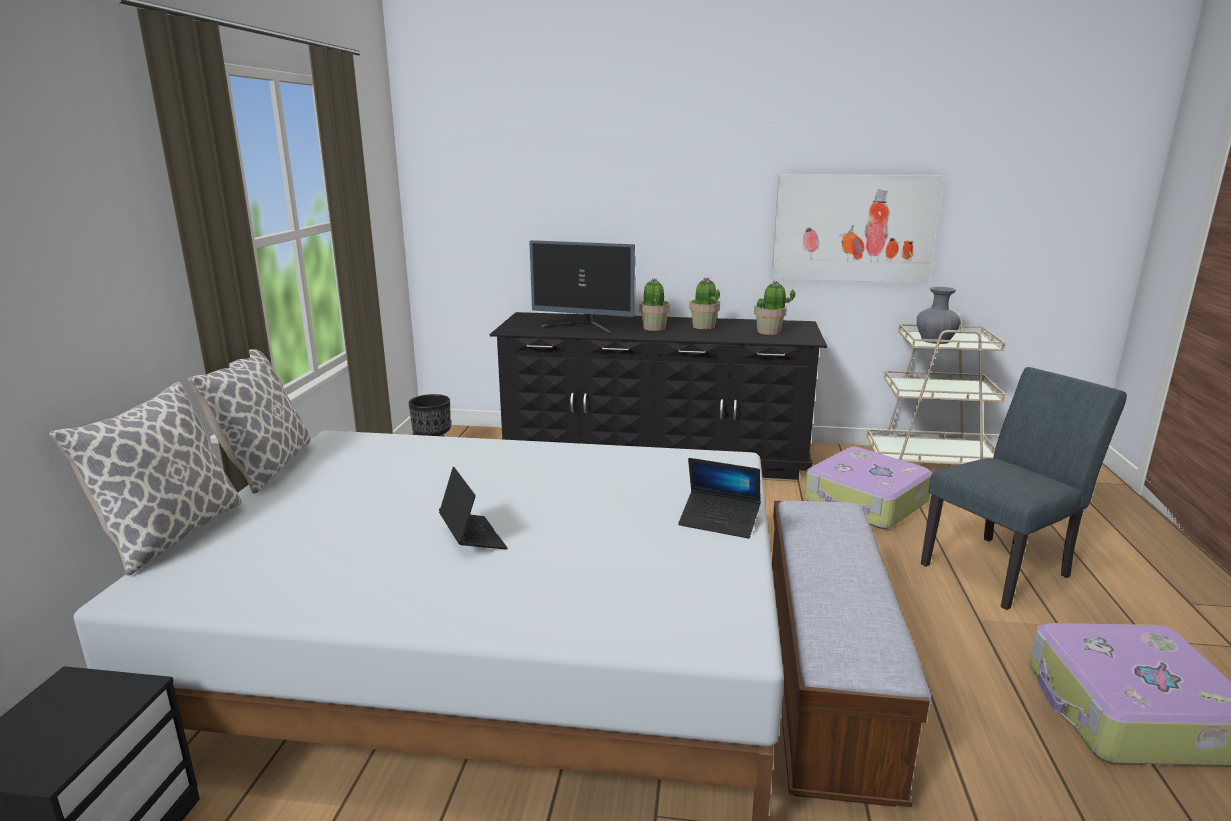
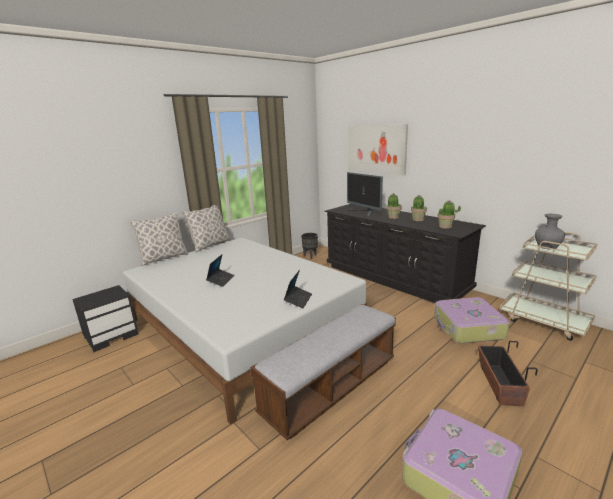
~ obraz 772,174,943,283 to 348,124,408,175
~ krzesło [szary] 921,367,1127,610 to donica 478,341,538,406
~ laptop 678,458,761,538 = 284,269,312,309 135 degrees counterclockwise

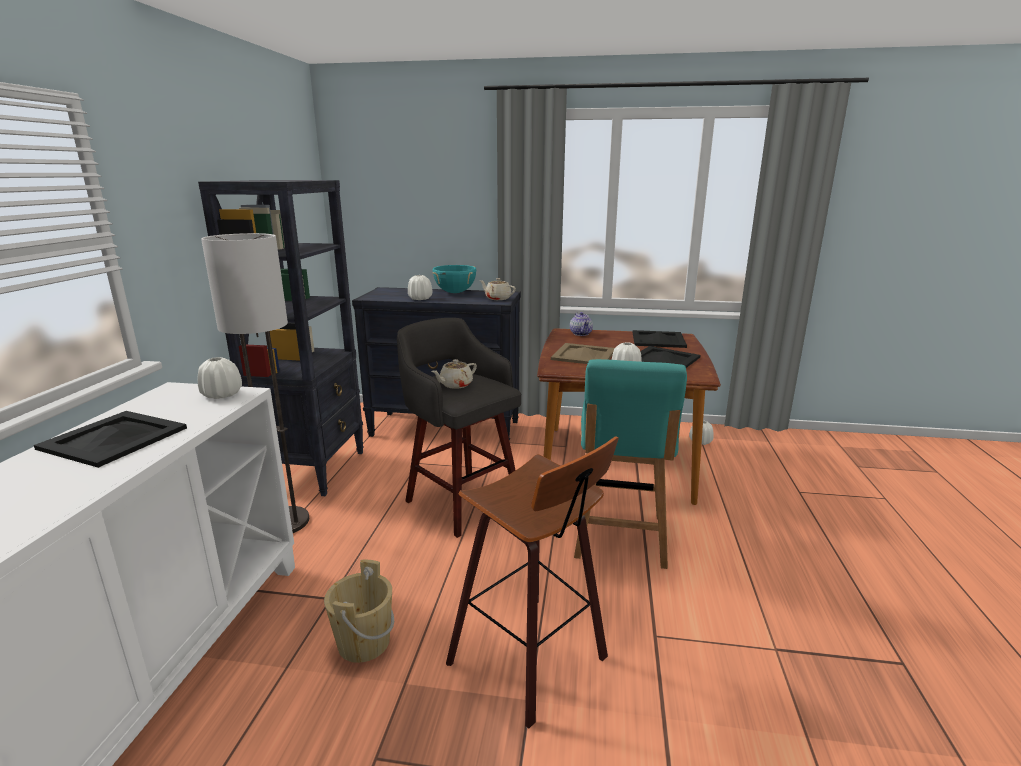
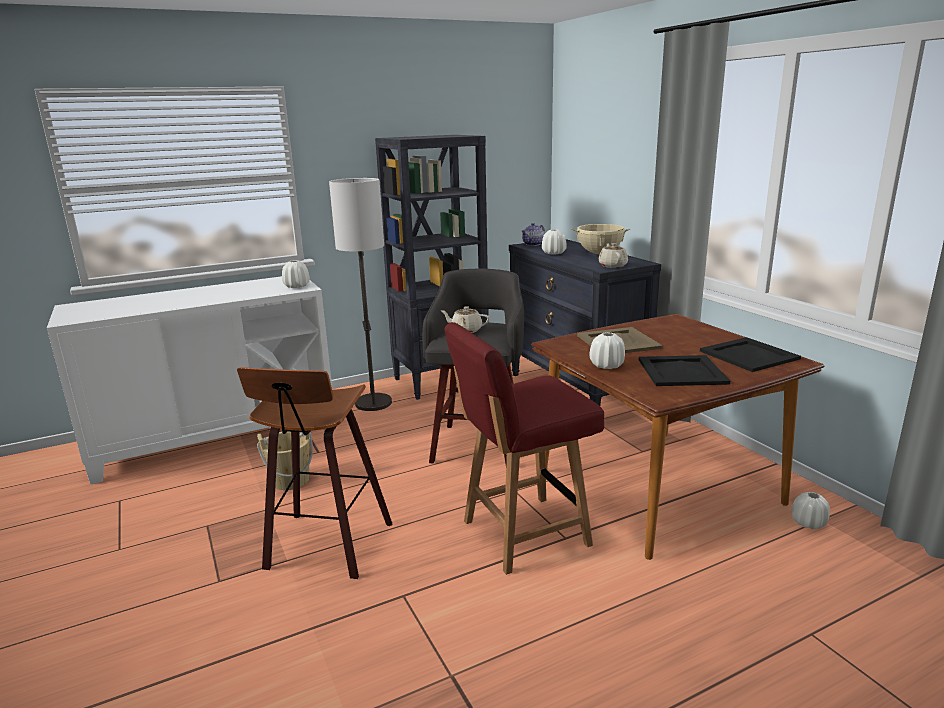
- taca [czarny] 34,411,187,468
~ imbryk 570,312,593,336 to 521,223,545,246
~ garnek [turkusowy] 433,265,476,293 to garnek [beżowy] 571,224,630,254
~ krzesło [turkusowy] 574,359,687,569 to krzesło [czerwony] 444,322,604,575

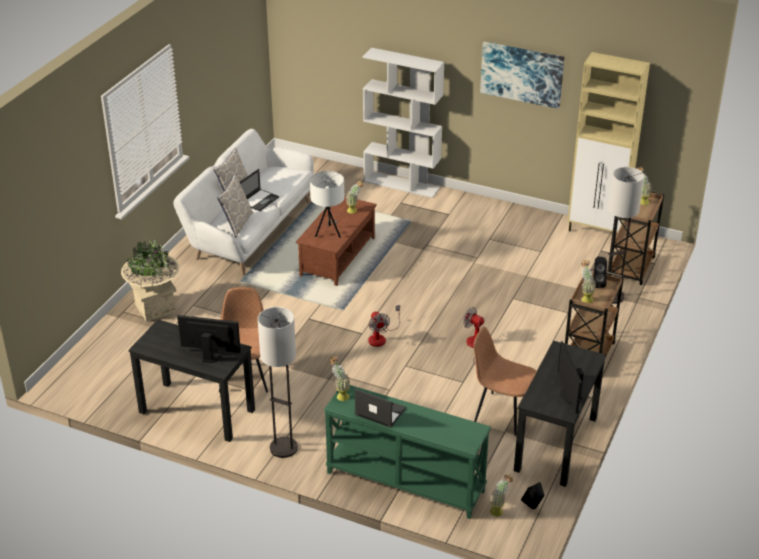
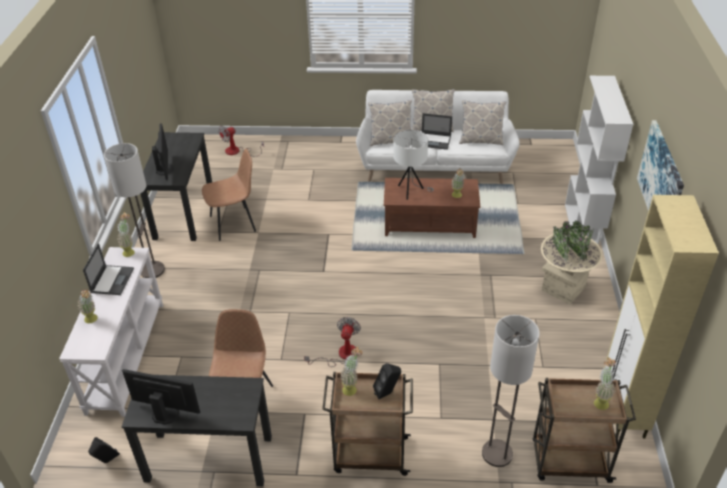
+ poduszka 459,100,506,145
~ donica [beżowy] 121,240,179,322 to 541,220,603,305
~ wentylator 368,305,400,347 to 218,125,264,156
~ roślina doniczkowa 490,474,513,516 to 77,289,98,323
~ stolik konsolowy [zielony] 324,385,491,519 to stolik konsolowy [biały] 59,247,163,417
~ monitor 557,341,584,414 = 122,369,200,425 45 degrees clockwise

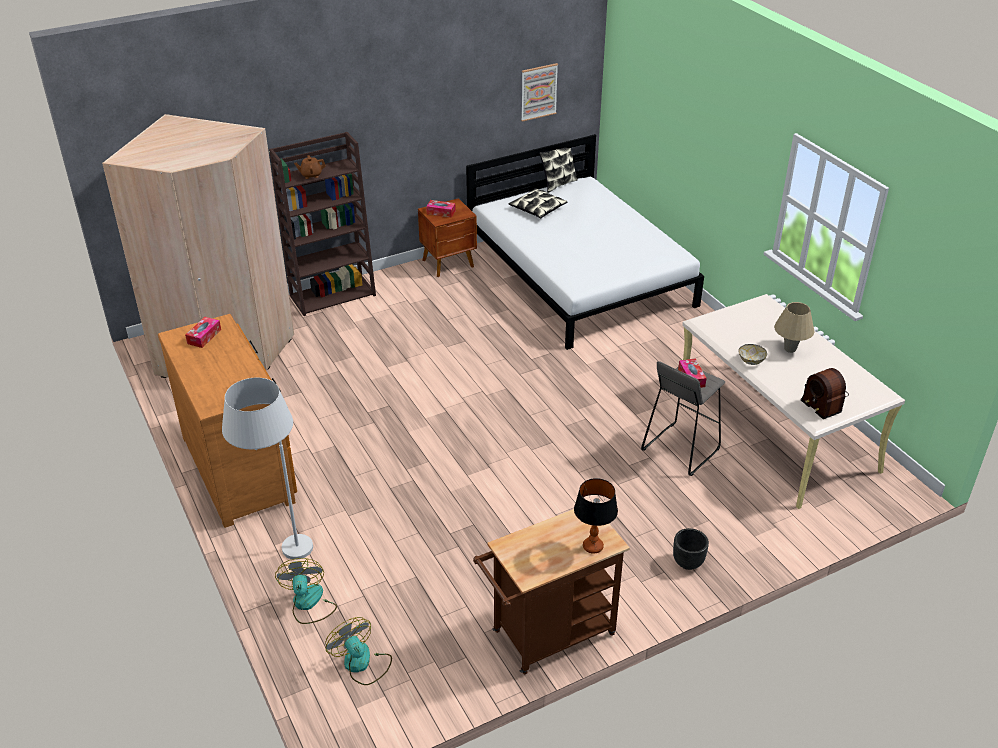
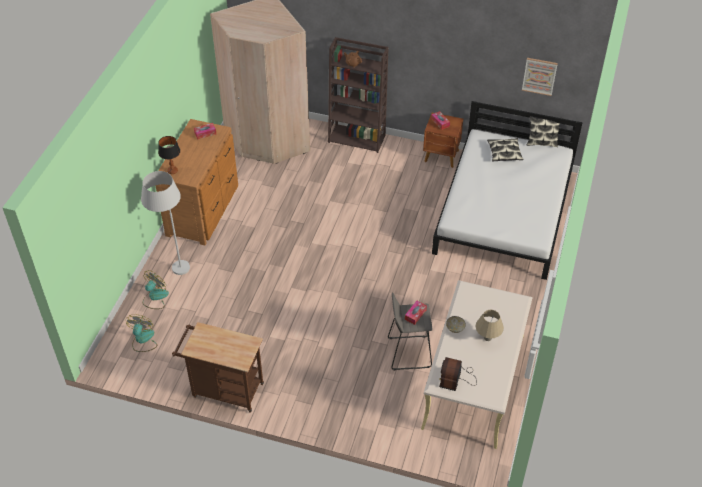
- donica [czarny] 673,528,709,570
~ lampa stołowa 574,478,618,554 to 158,136,180,174

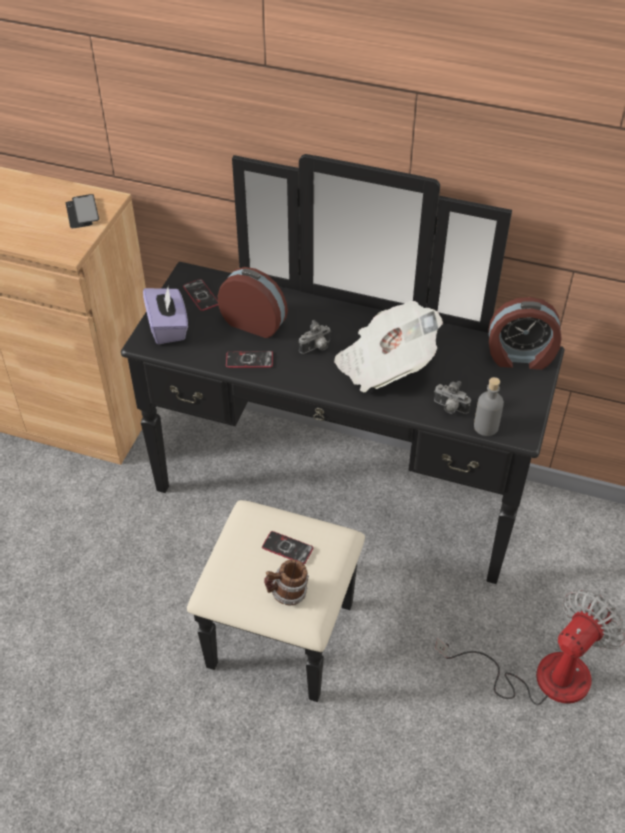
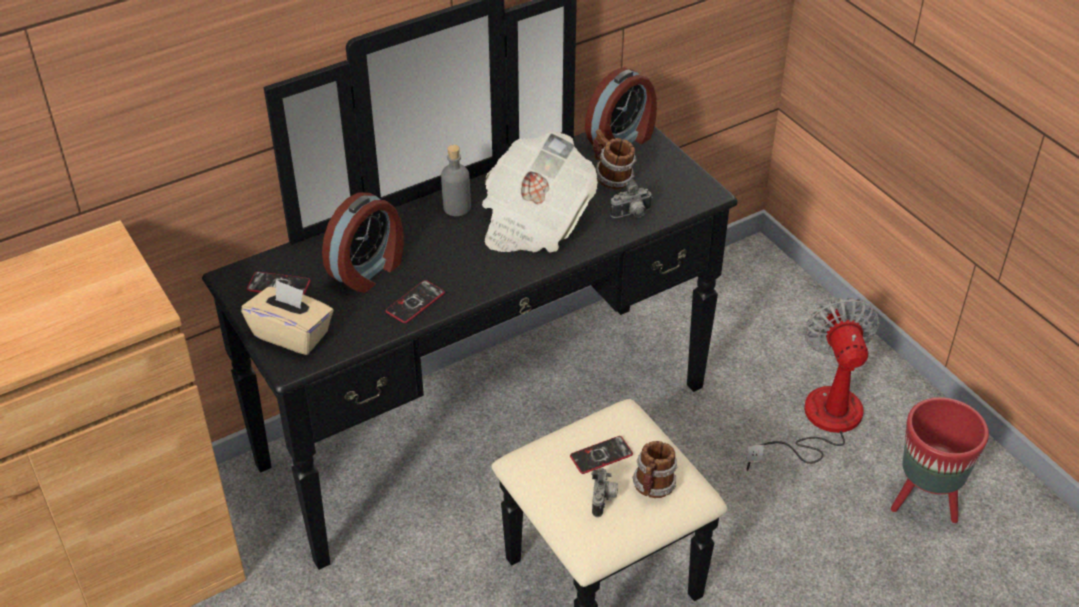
- telefon 66,194,99,228
+ kubek 593,129,637,189
+ donica [czerwony] 891,397,989,523
~ aparat fotograficzny 299,320,331,354 to 592,467,618,517
~ butelka [szary] 474,377,504,436 to 441,145,471,216
~ pudełko chusteczek [fioletowy] 143,284,188,344 to pudełko chusteczek [beżowy] 241,280,333,355
~ budzik 218,267,288,338 = 322,192,404,293 150 degrees clockwise

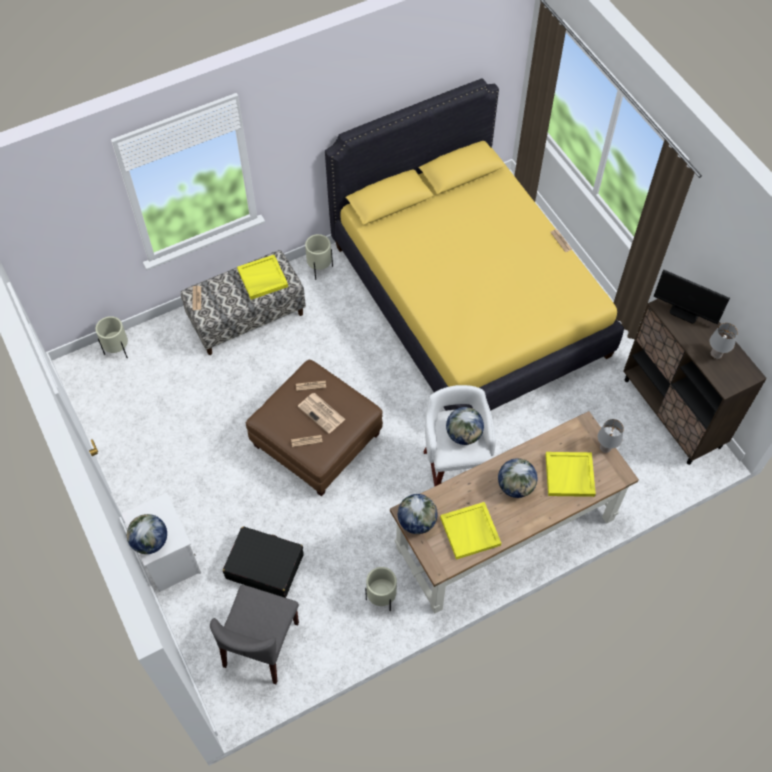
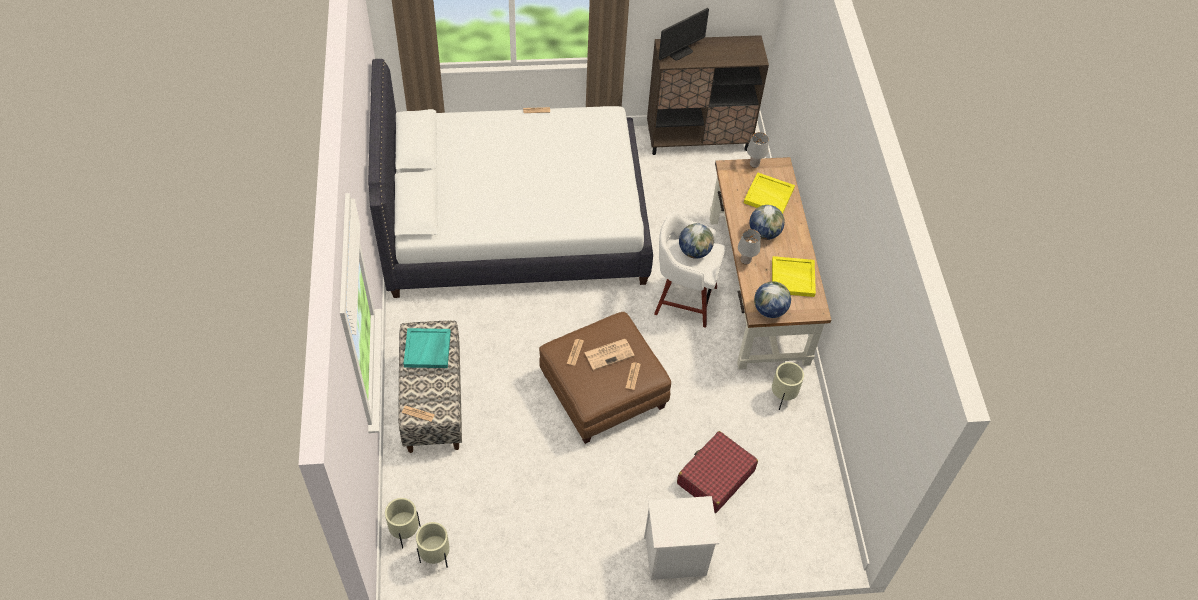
- globus 127,514,167,554
- krzesło [szary] 210,585,299,684
~ donica [beżowy] 305,234,333,280 to 416,522,450,567
~ lampa stołowa [szary] 710,323,738,359 to 738,229,761,265
~ walizka [czarny] 223,527,304,598 to walizka [czerwony] 677,431,758,513
~ taca [żółty] 237,255,288,300 to taca [turkusowy] 403,328,451,368
~ łóżko [żółty] 325,78,624,411 to łóżko [biały] 368,59,653,298

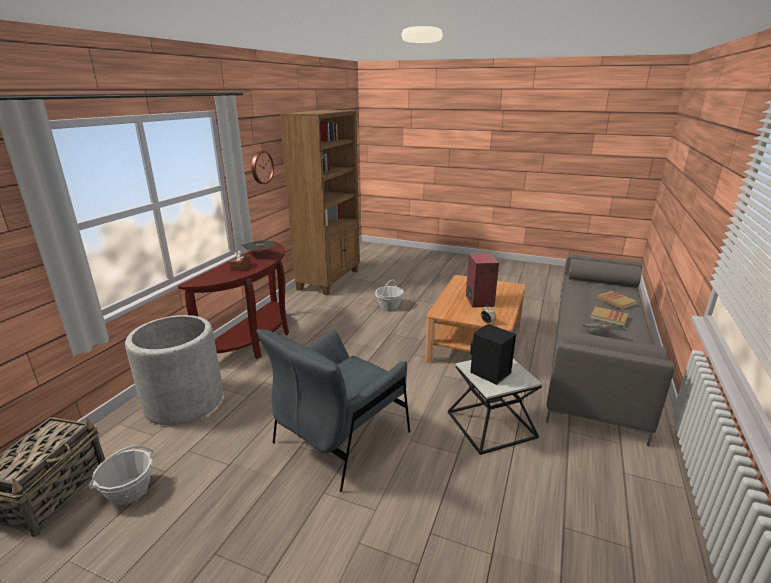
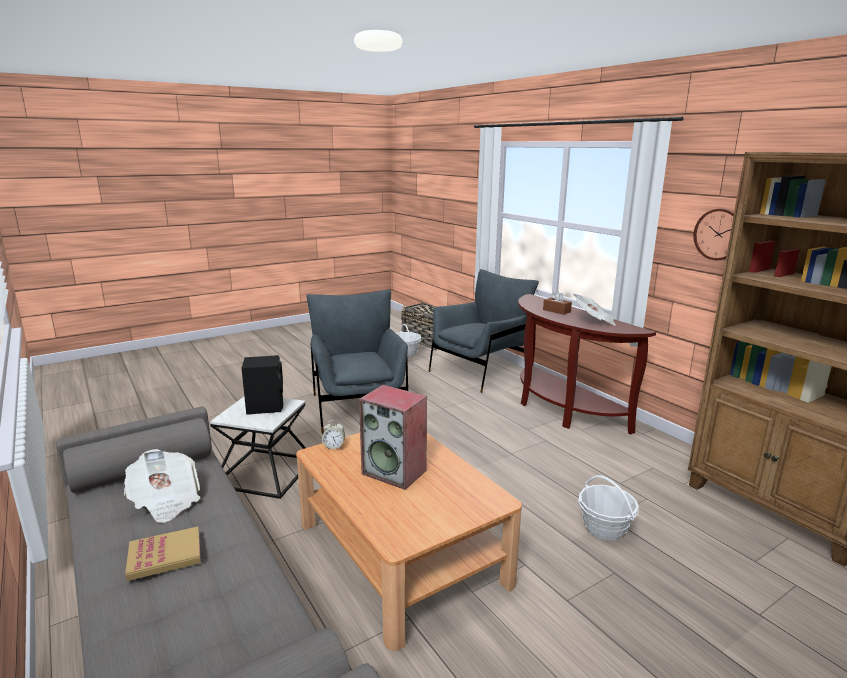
- książka 597,291,637,309
~ donica [szary] 125,315,223,425 to fotel [szary] 429,269,539,393

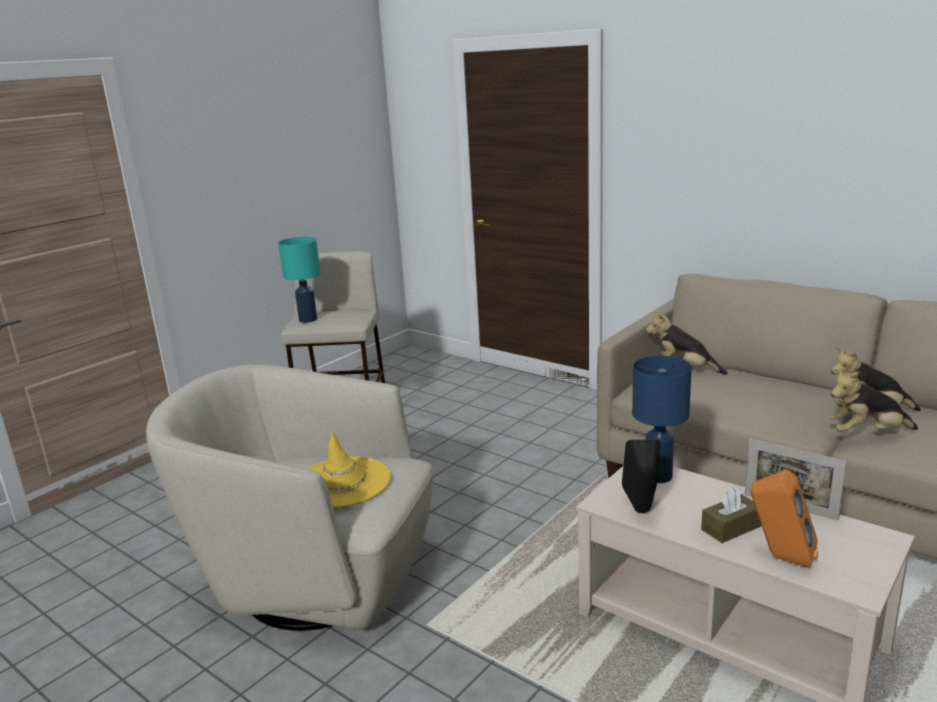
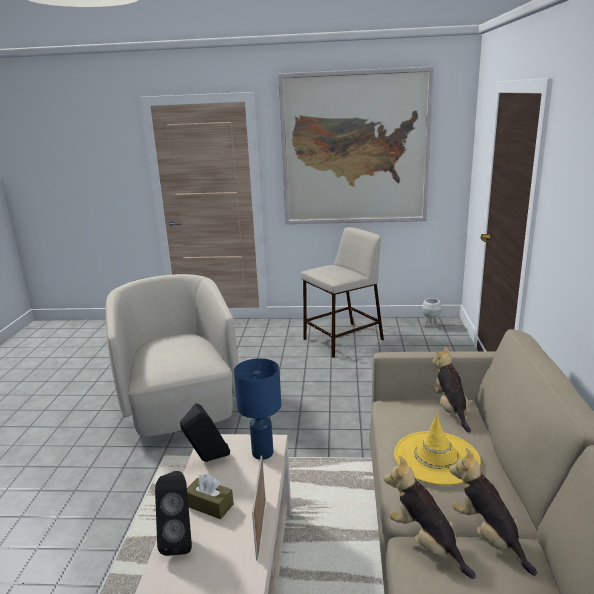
- lampa stołowa [turkusowy] 278,237,321,323
+ obraz 278,66,434,224
+ donica [biały] 422,298,442,327
~ kapelusz [żółty] 308,430,391,508 to 394,413,481,485
~ głośnik [pomarańczowy] 751,470,818,568 to głośnik [czarny] 155,471,192,556

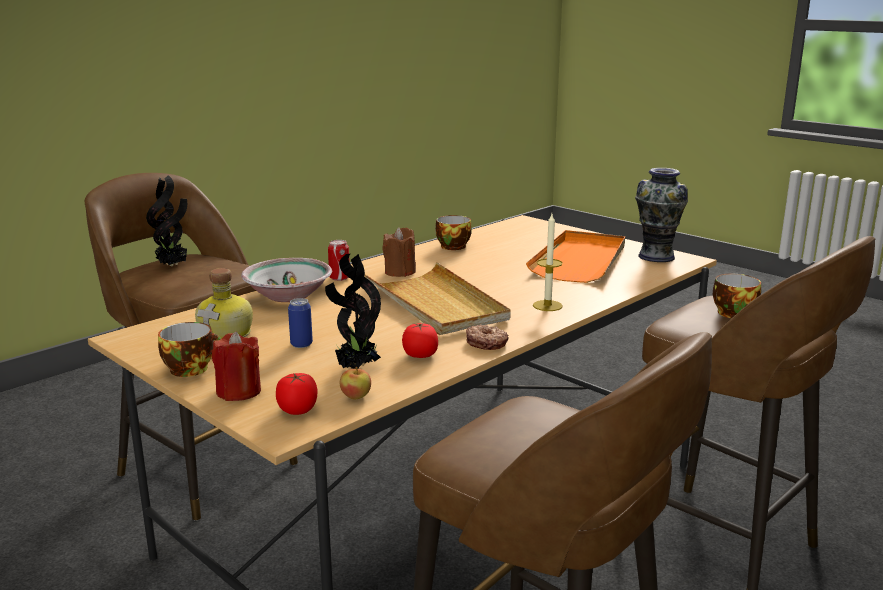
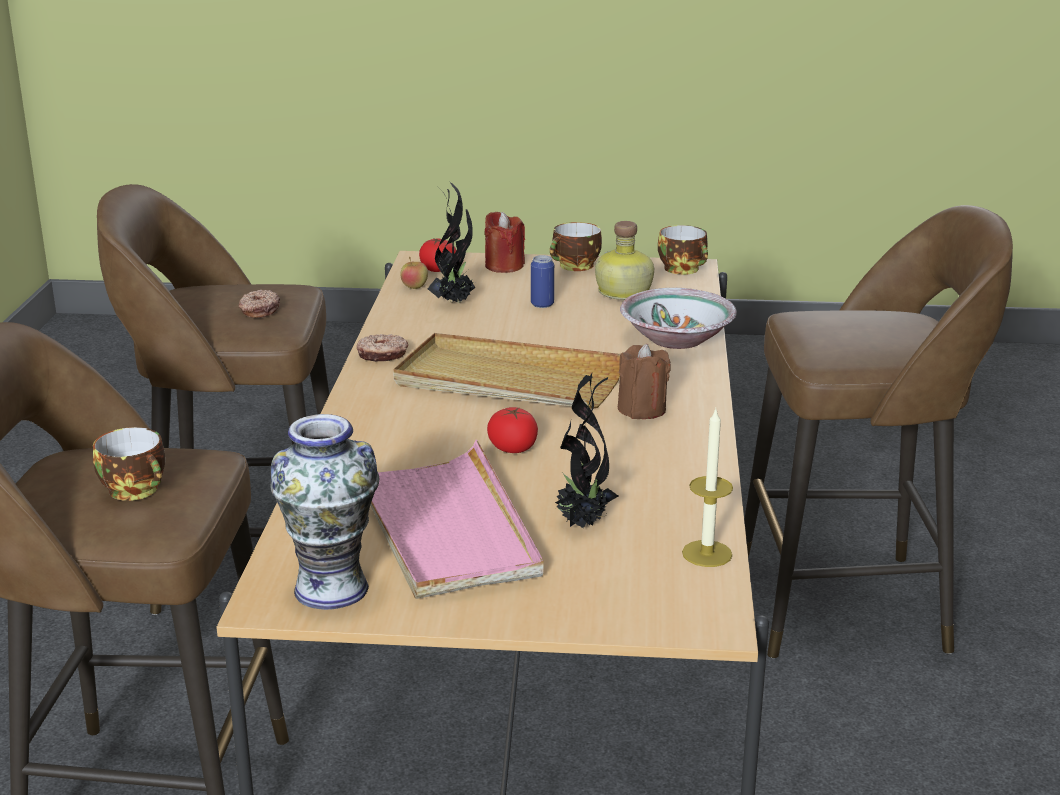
- puszka 328,240,350,281
+ donut 239,290,280,318
~ roślina doniczkowa 146,175,187,266 to 555,373,618,528
~ pomidor 402,323,438,358 to 487,407,538,453
~ filiżanka 435,215,472,250 to 658,225,708,275
~ świeca 533,214,563,311 to 682,409,733,567
~ taca [pomarańczowy] 526,230,625,283 to taca [różowy] 370,440,544,599

